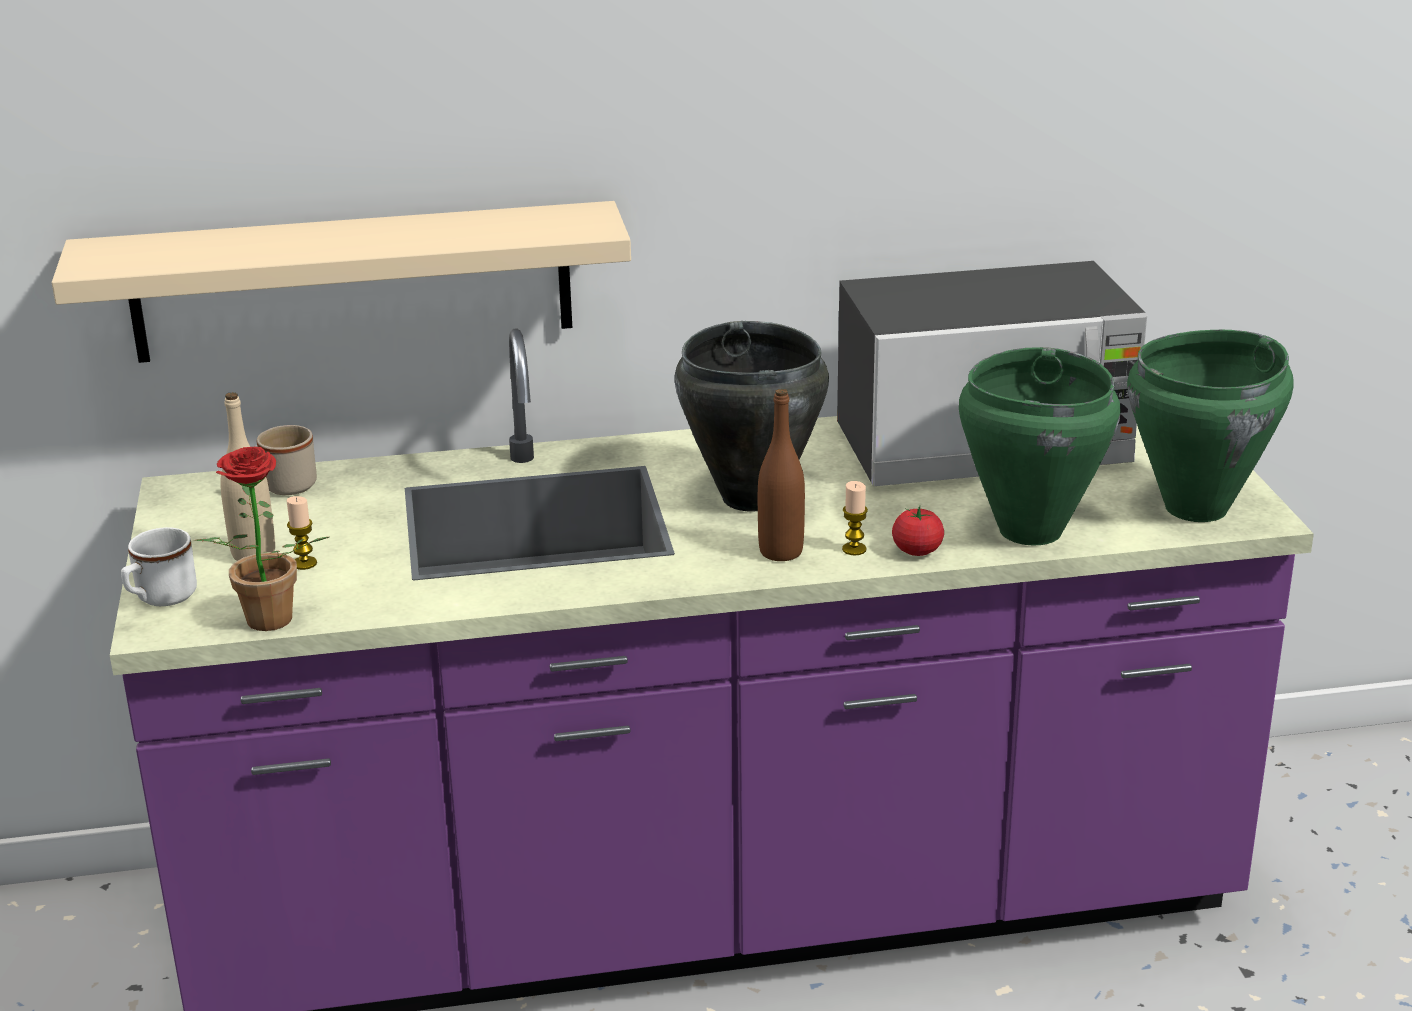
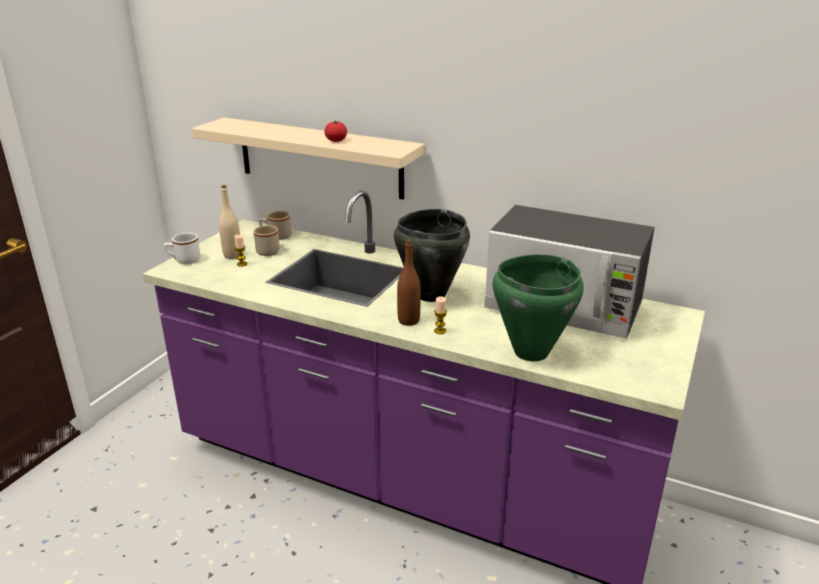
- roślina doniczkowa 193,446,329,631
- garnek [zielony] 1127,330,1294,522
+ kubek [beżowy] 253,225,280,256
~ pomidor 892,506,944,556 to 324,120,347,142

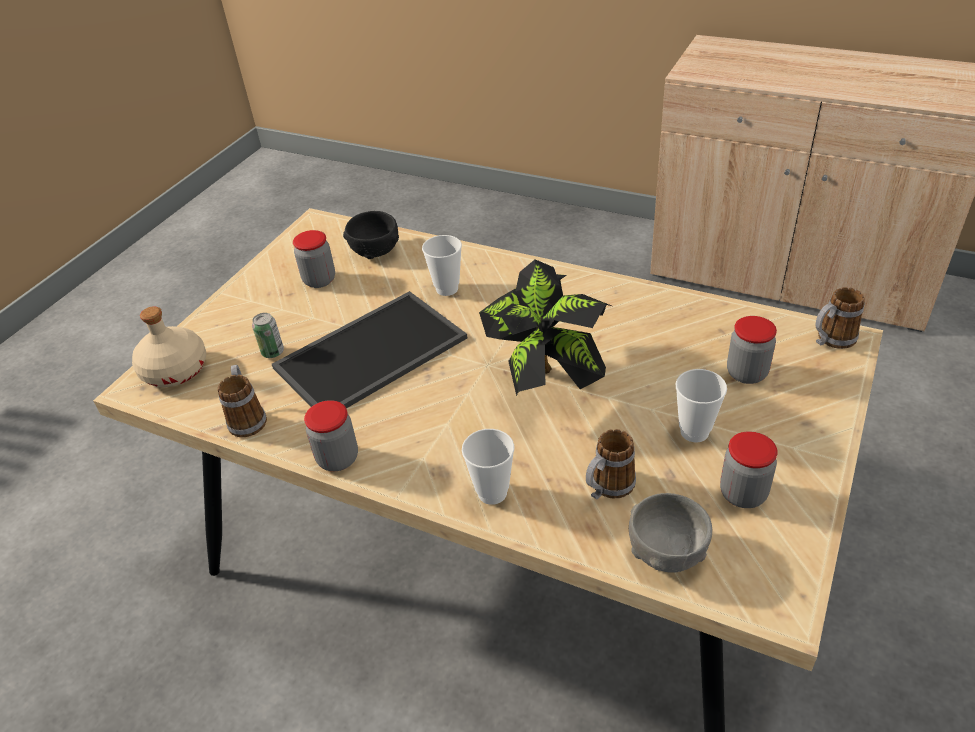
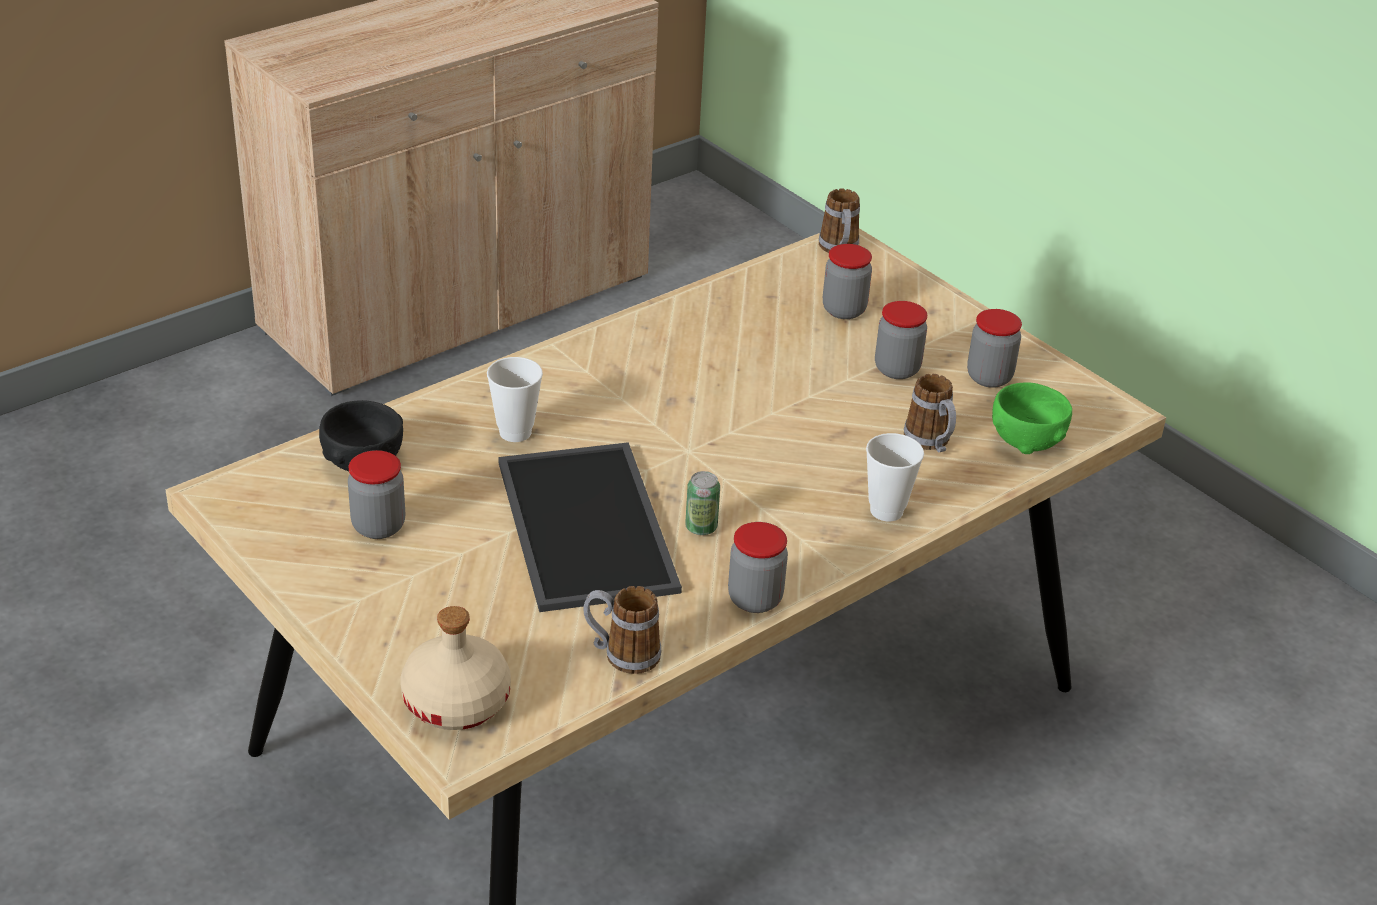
- roślina doniczkowa 479,259,612,396
~ puszka 252,313,284,358 to 685,471,720,535
~ filiżanka 675,369,727,442 to słoik 875,301,927,379
~ miska [szary] 629,493,712,573 to miska [zielony] 992,382,1072,454

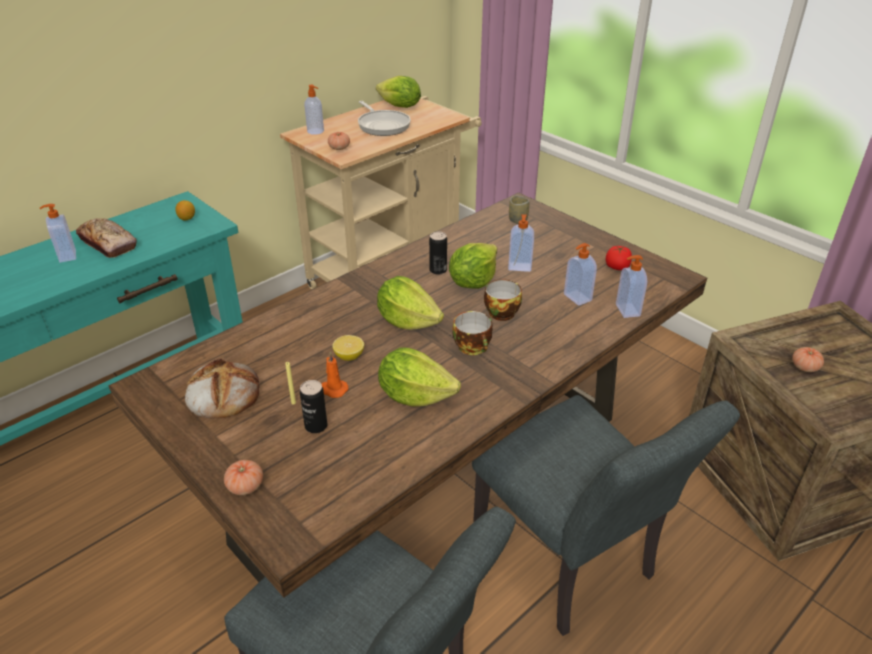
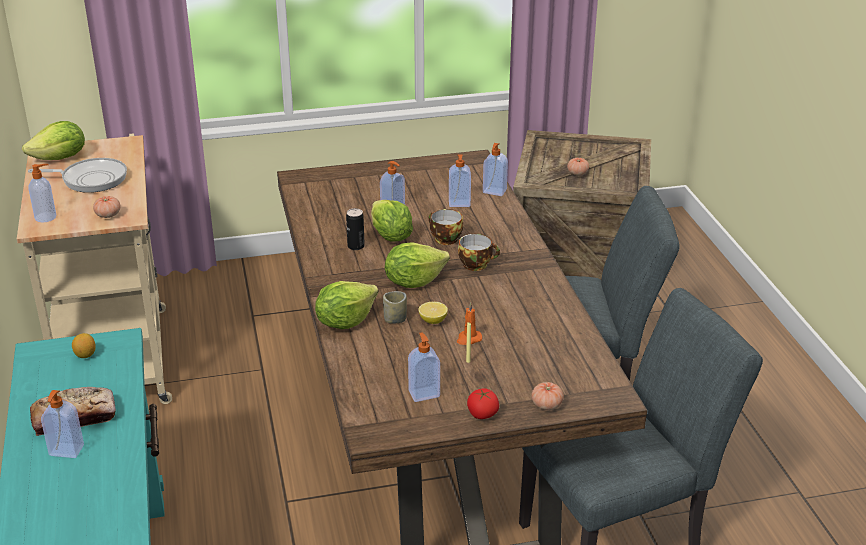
- puszka 300,380,327,433
~ sałata 378,347,461,406 to 315,281,378,329
~ filiżanka 509,195,529,224 to 383,291,407,324
~ pomidor 606,246,632,270 to 467,388,499,419
~ chleb 185,359,259,419 to dozownik mydła 408,332,440,402

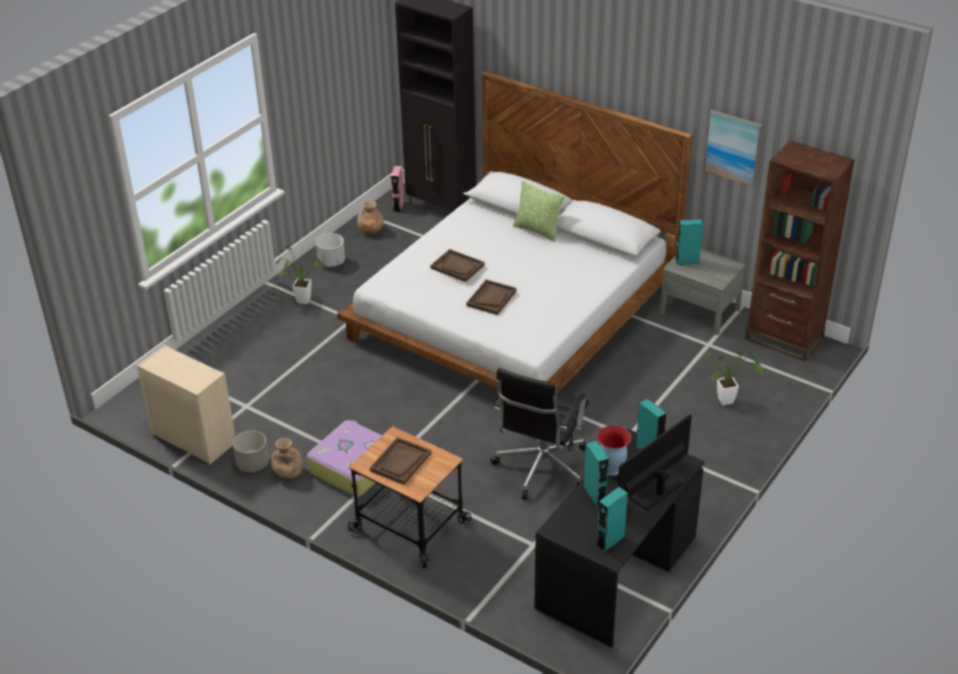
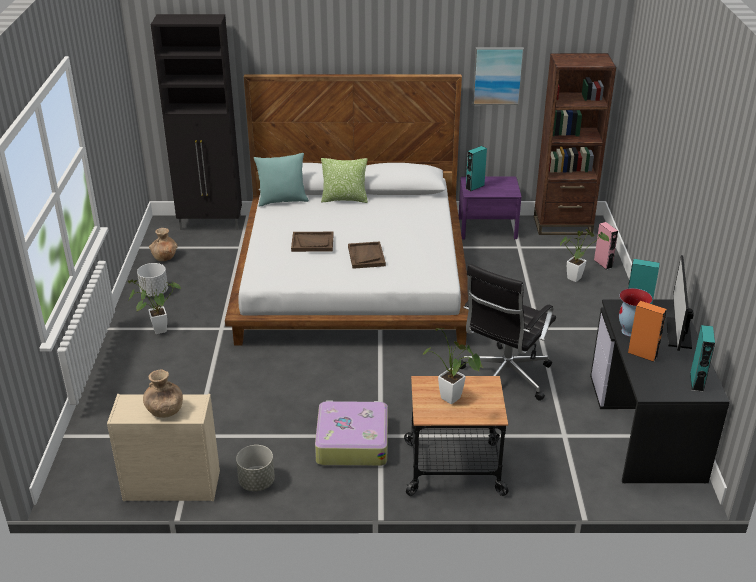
+ poduszka [turkusowy] 254,153,309,207
~ wazon [brązowy] 271,438,303,479 to 143,370,183,418
~ głośnik [różowy] 391,166,404,212 to 594,222,618,270
~ taca [brązowy] 370,437,431,485 to roślina doniczkowa 422,328,483,404
~ głośnik [turkusowy] 583,441,609,507 to głośnik [pomarańczowy] 628,301,667,362
~ szafka nocna [szary] 660,249,745,335 to szafka nocna [fioletowy] 459,177,522,239
~ krzesło biurowe [czarny] 490,368,589,500 = 459,264,556,401 45 degrees clockwise

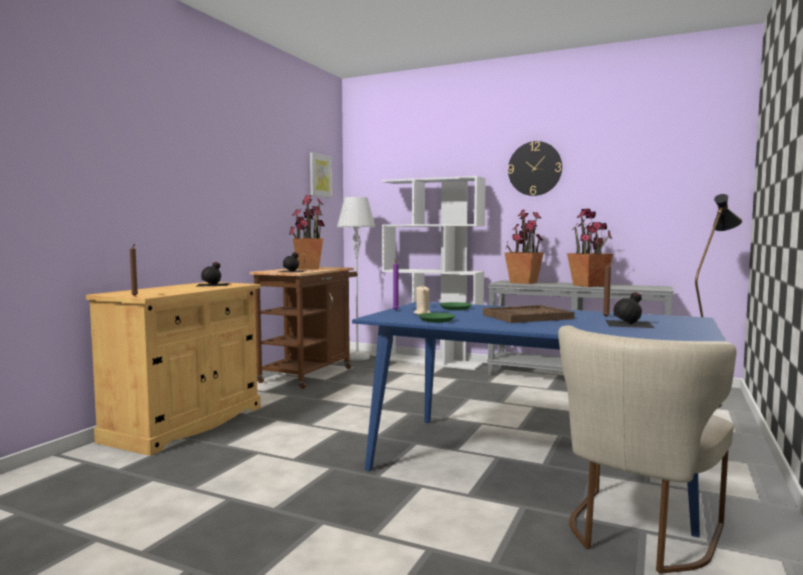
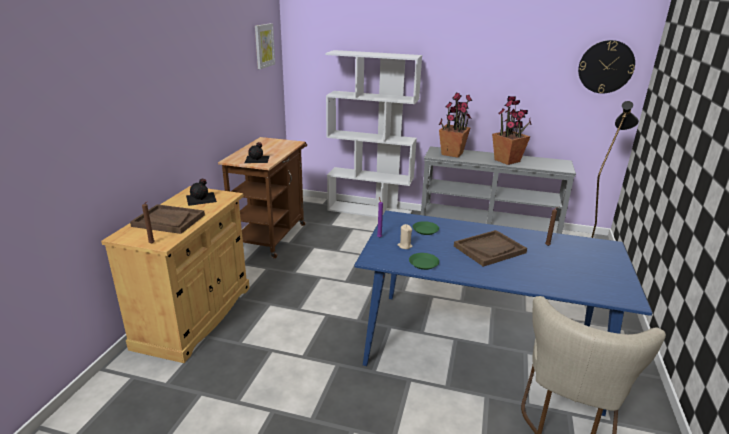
- roślina doniczkowa 289,195,325,270
- lampa stojąca [szary] 337,197,376,361
- butelka [czarny] 606,292,655,328
+ taca [brązowy] 130,204,205,234
~ zegar ścienny 508,141,562,196 to 578,40,635,93

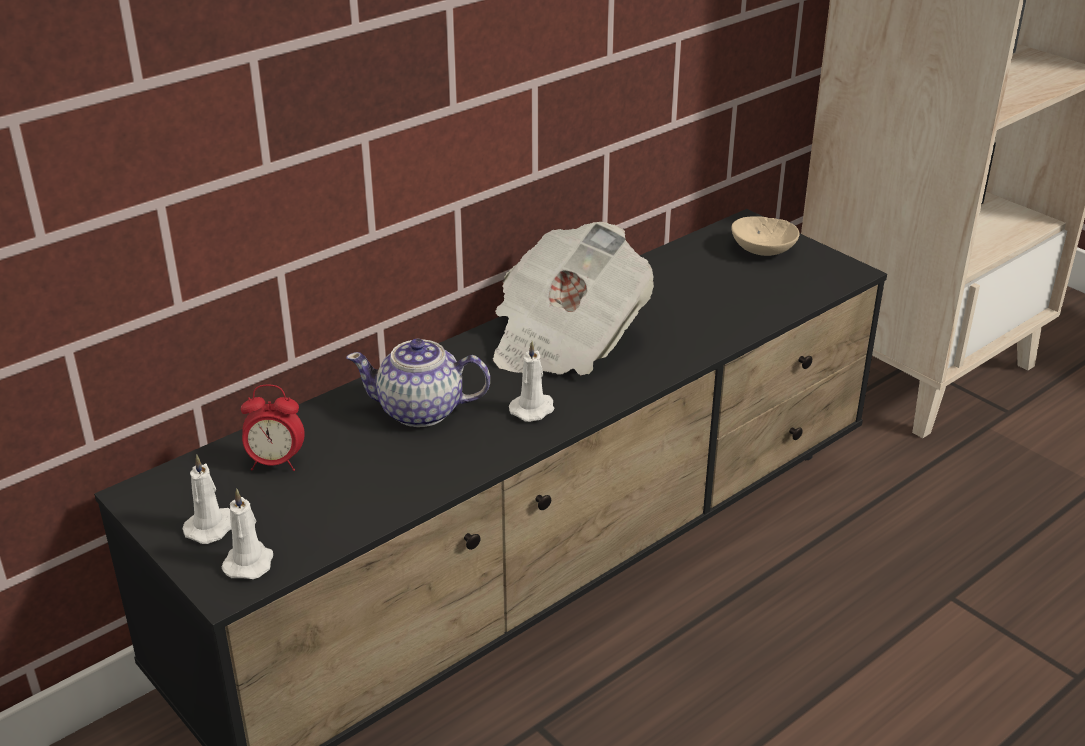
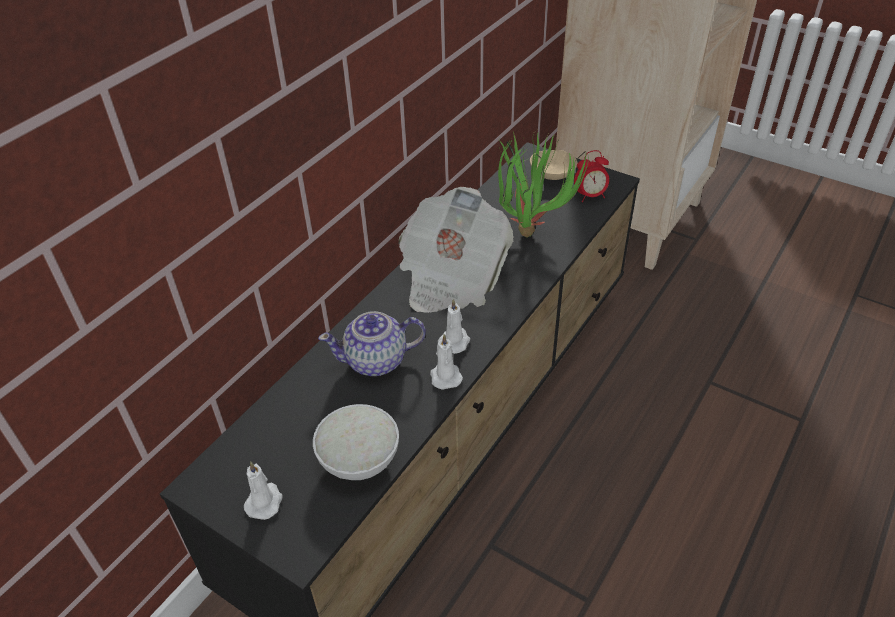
+ miska [biały] 313,404,399,480
+ roślina doniczkowa 498,130,589,237
~ świeca [biały] 221,488,273,579 to 430,334,463,390
~ budzik 241,384,305,471 to 574,150,609,202

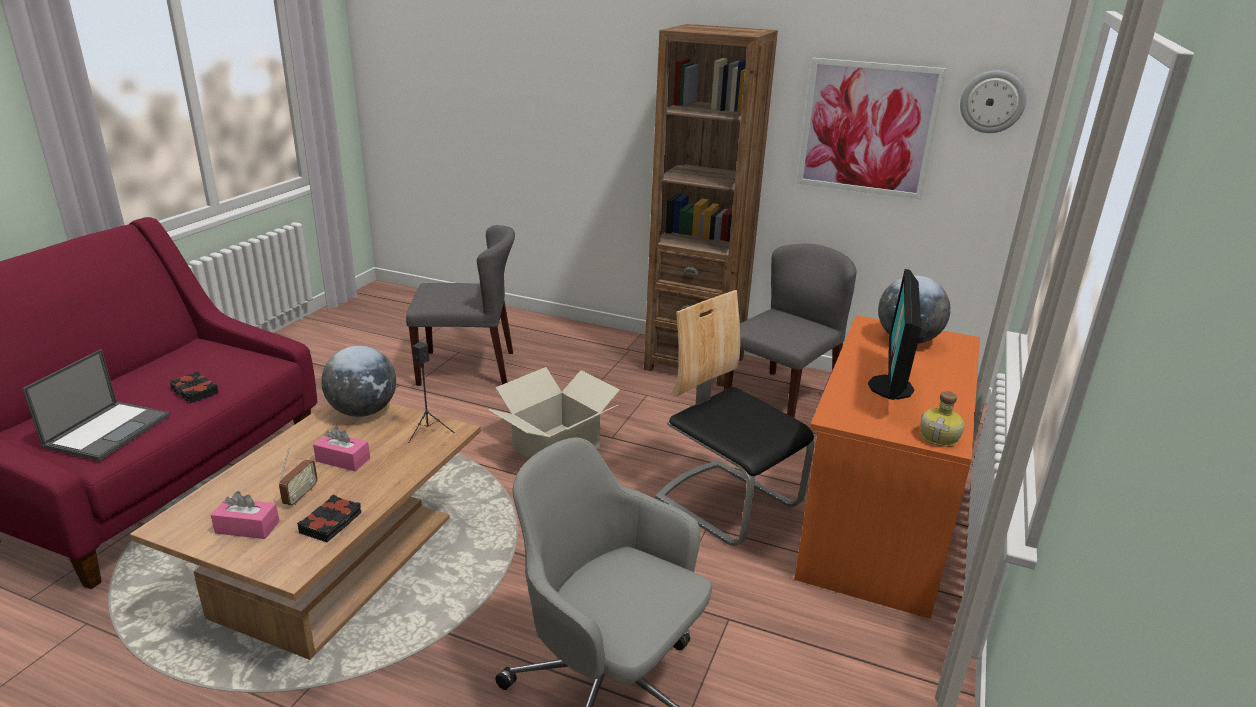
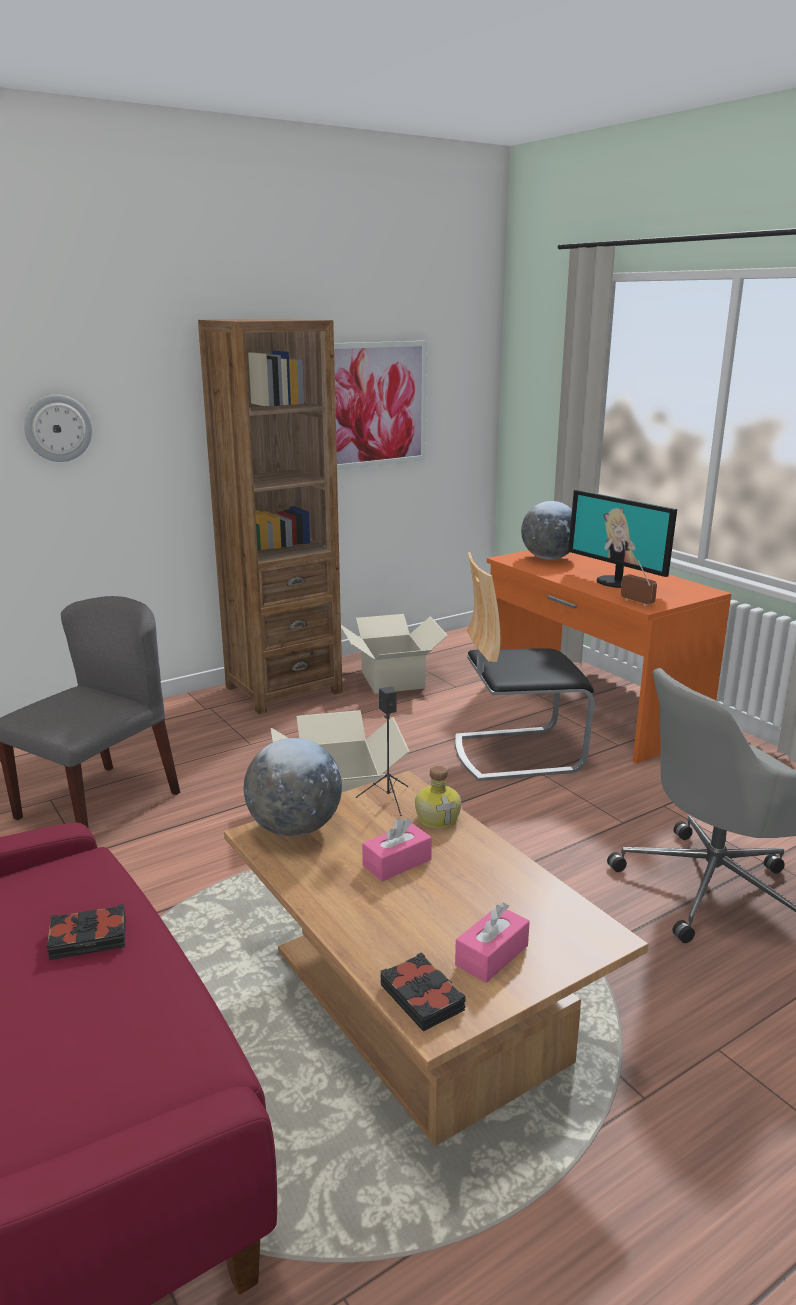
- laptop 22,349,170,461
~ radio 279,449,318,505 to 621,560,657,606
~ książka [czarny] 297,495,361,542 to 380,952,466,1032
~ butelka 920,391,965,446 to 415,766,461,828
~ zegar ścienny 960,71,1027,133 to 24,395,92,462
~ krzesło [szary] 724,244,857,418 to karton 341,614,448,694

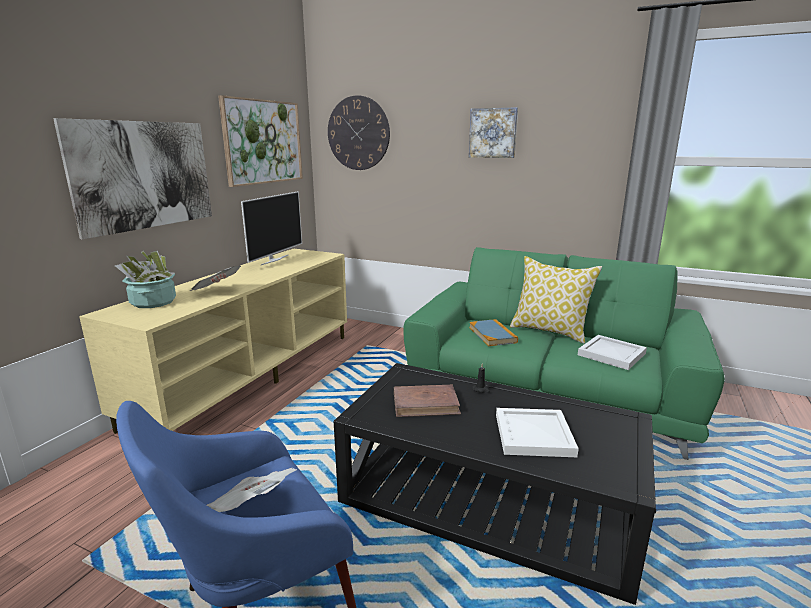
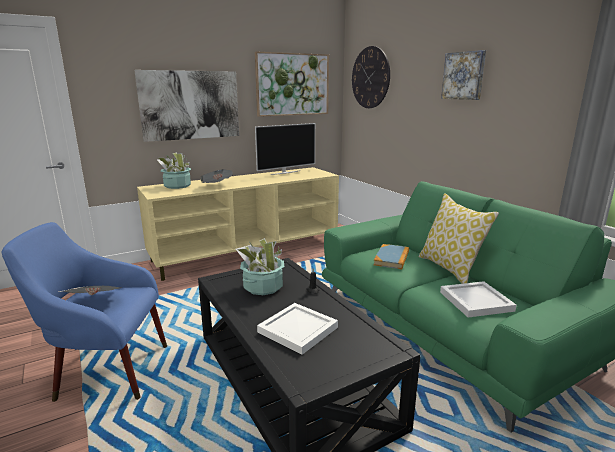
~ książka [brązowy] 394,385,461,417 to roślina doniczkowa 236,238,285,295

